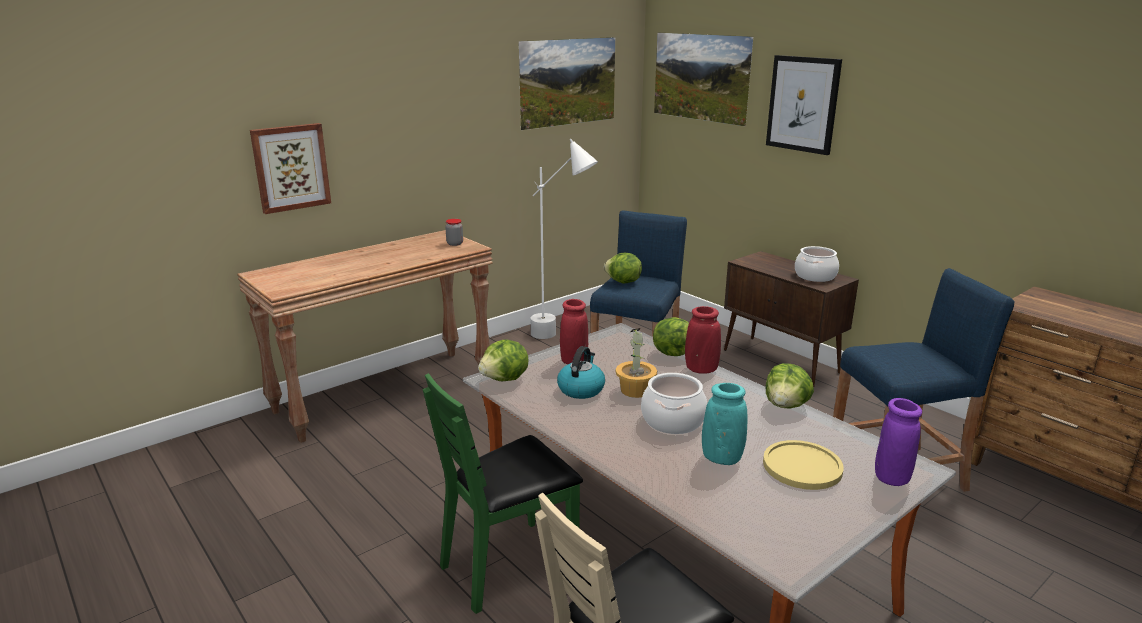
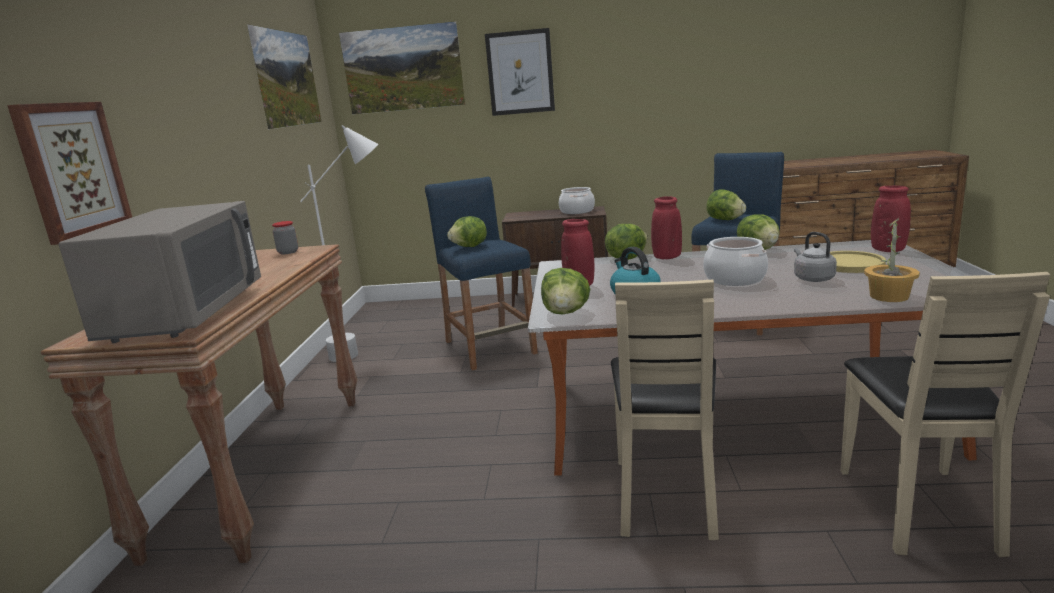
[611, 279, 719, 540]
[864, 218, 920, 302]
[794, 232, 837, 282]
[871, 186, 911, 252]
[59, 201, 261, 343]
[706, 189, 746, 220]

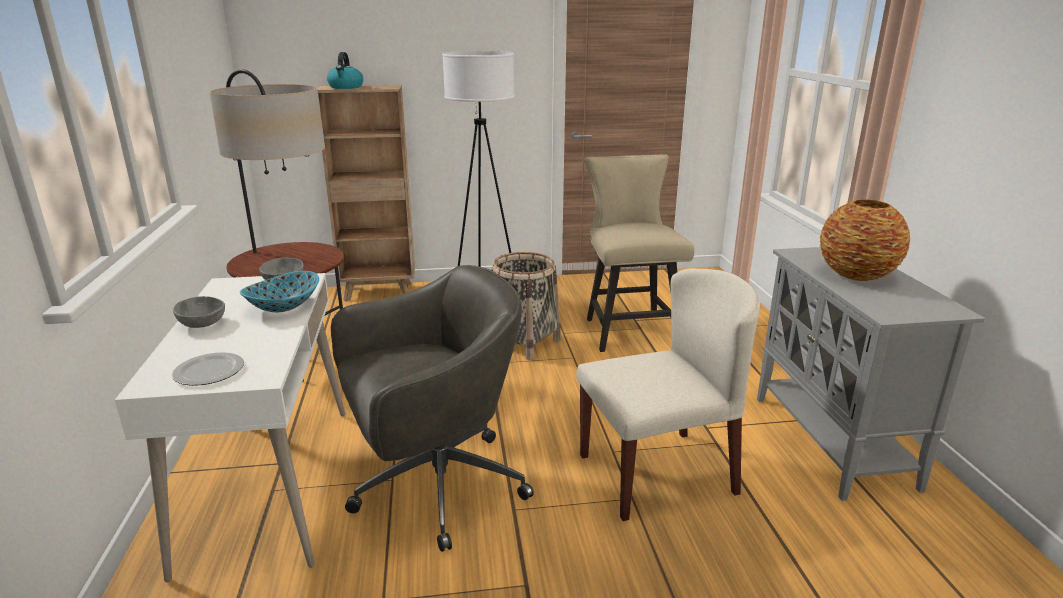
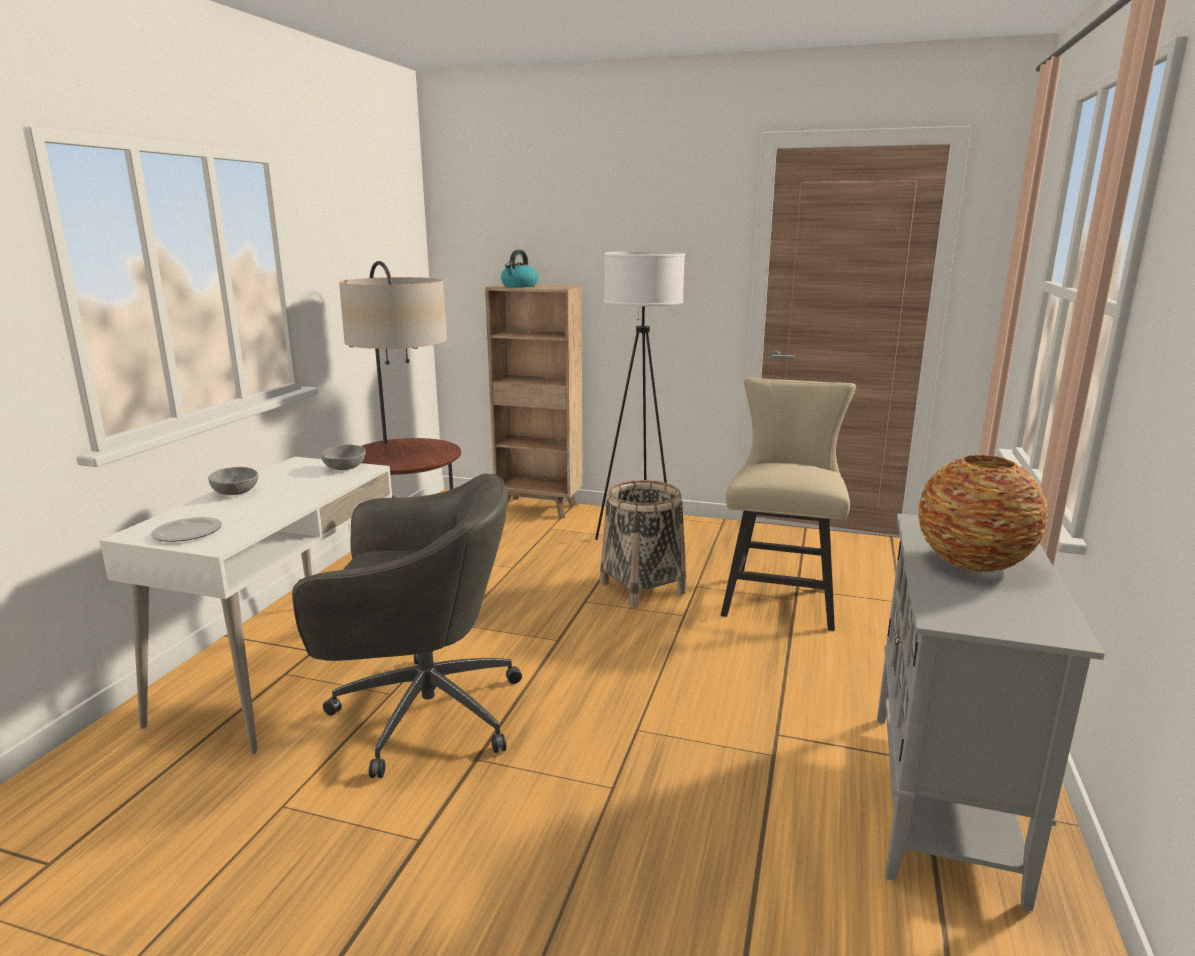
[240, 271, 319, 312] (first image)
[576, 269, 760, 521] (first image)

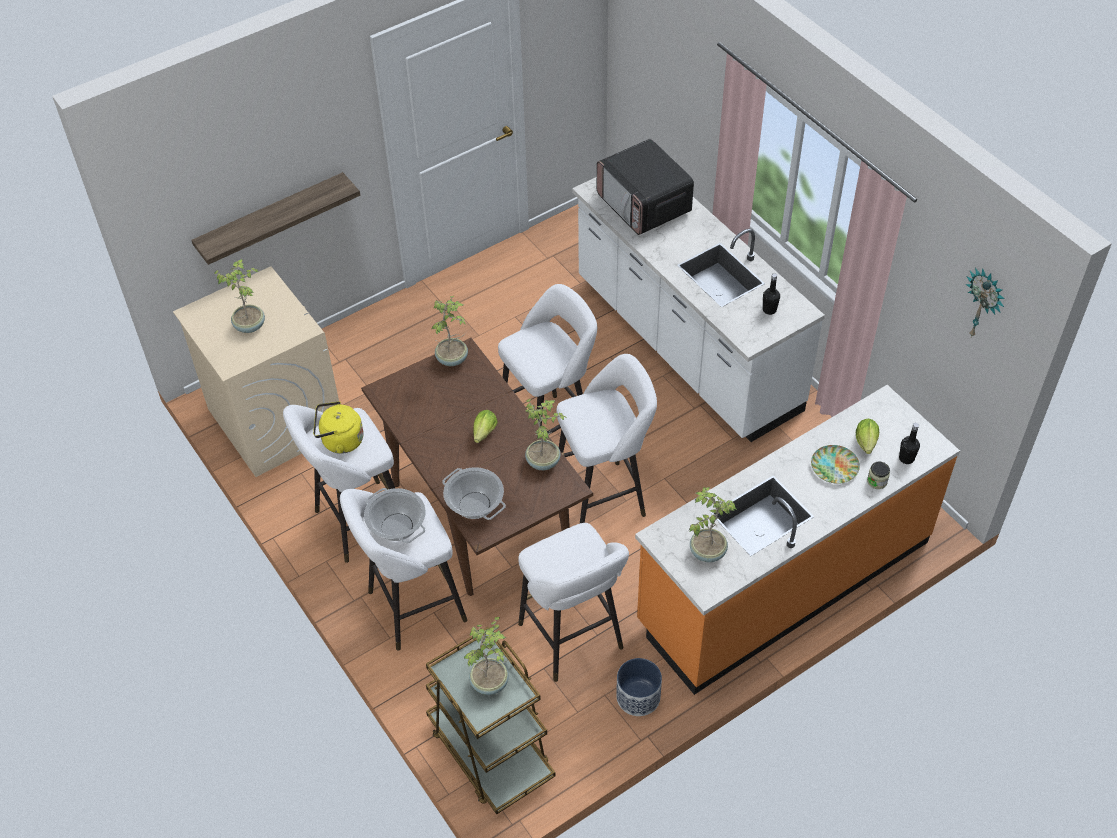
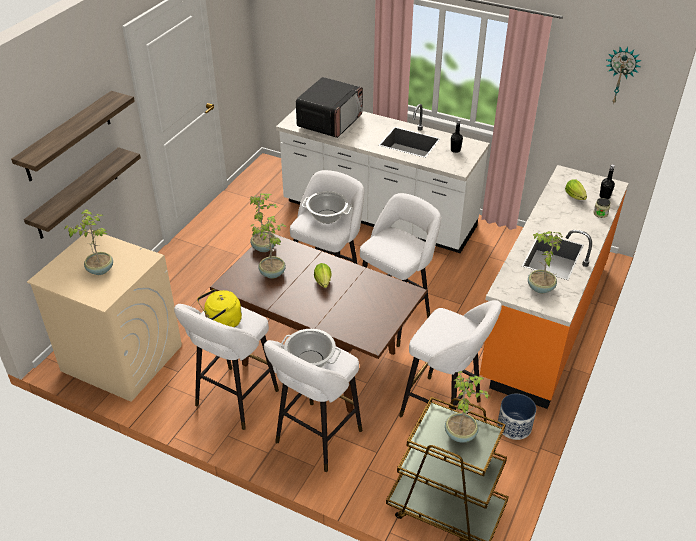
[302, 191, 352, 224]
[250, 216, 286, 279]
[296, 77, 363, 138]
[811, 445, 860, 484] (first image)
[11, 91, 135, 181]

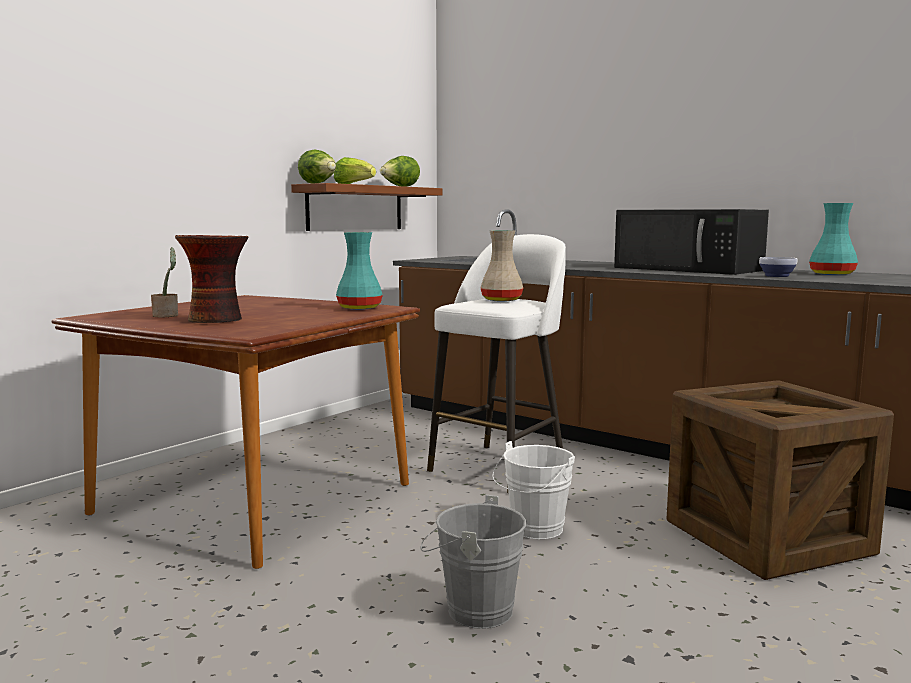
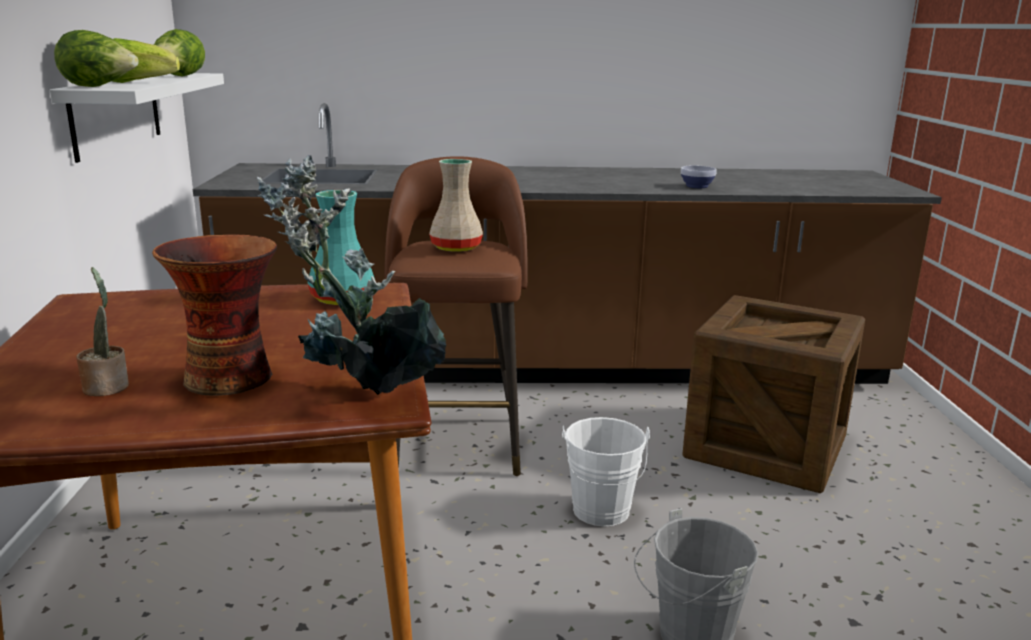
[50, 73, 224, 163]
[385, 156, 528, 476]
[614, 209, 769, 275] (first image)
[809, 203, 858, 275] (first image)
[257, 155, 446, 395]

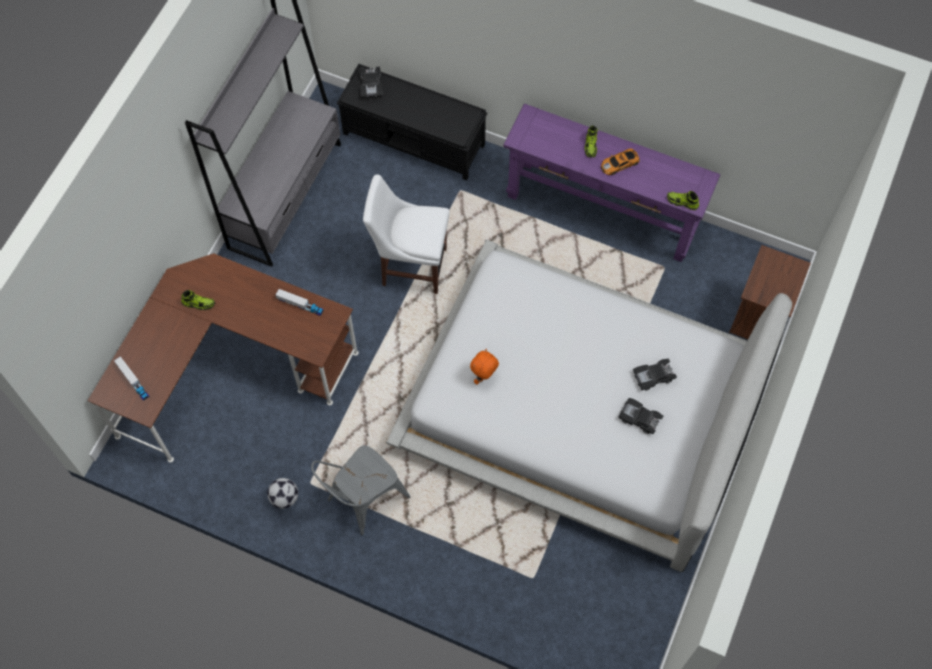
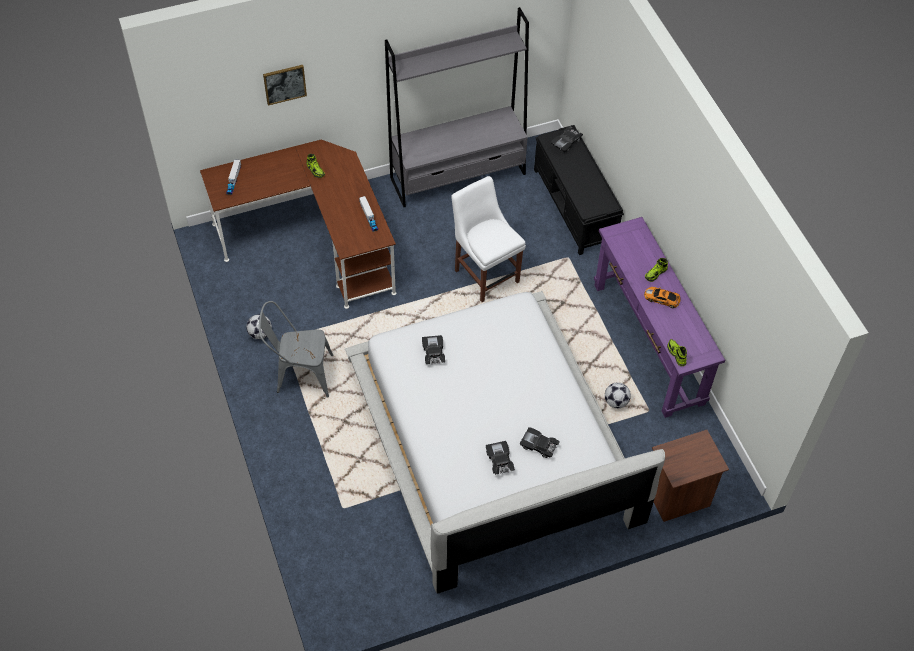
[422, 335, 445, 364]
[263, 65, 307, 106]
[605, 382, 631, 408]

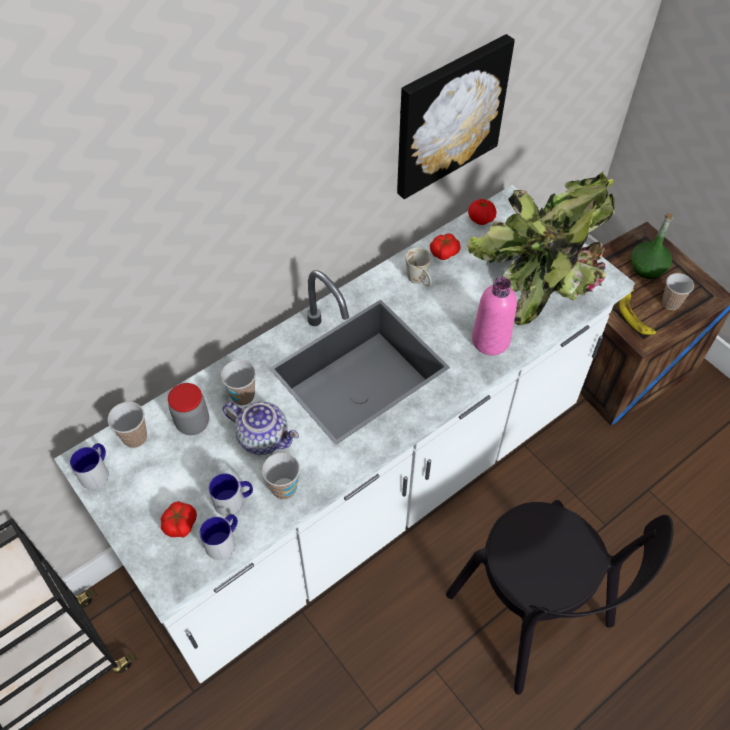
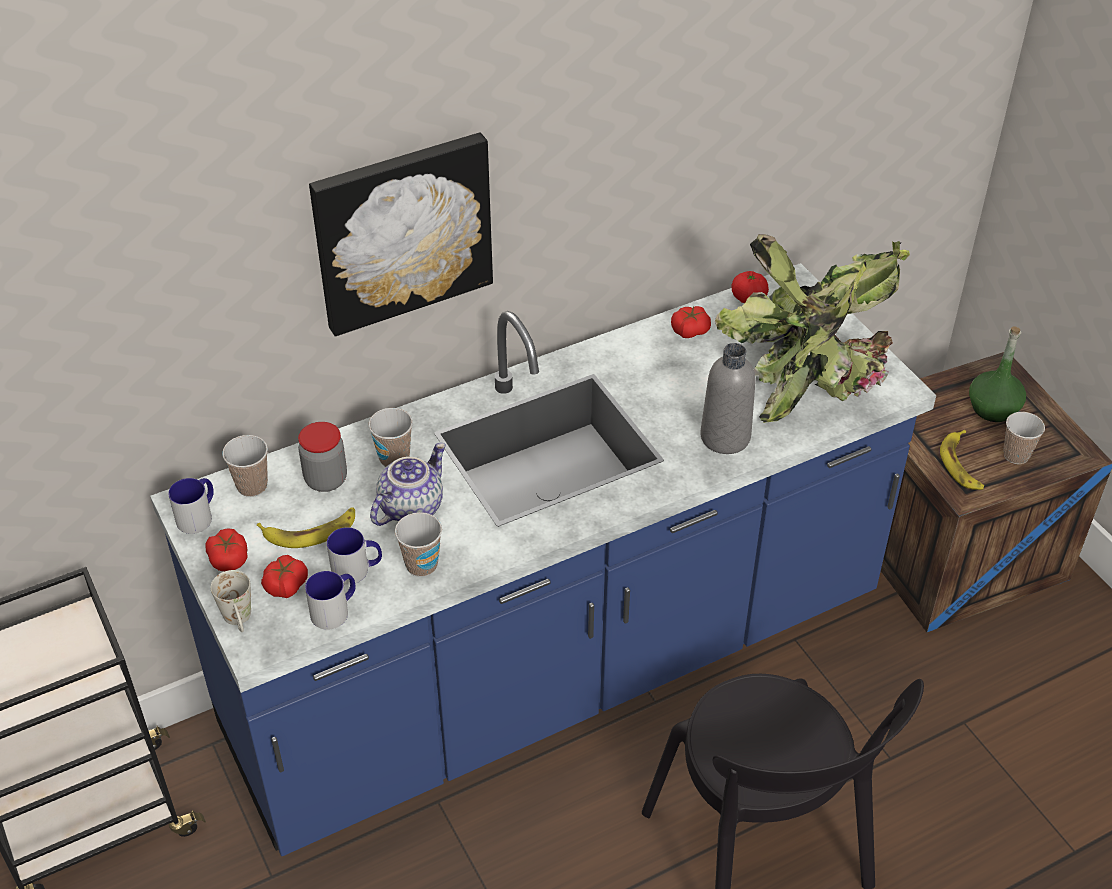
[150, 263, 936, 856]
[370, 443, 446, 526]
[309, 133, 493, 336]
[211, 570, 251, 632]
[700, 343, 755, 454]
[206, 528, 248, 571]
[257, 507, 355, 548]

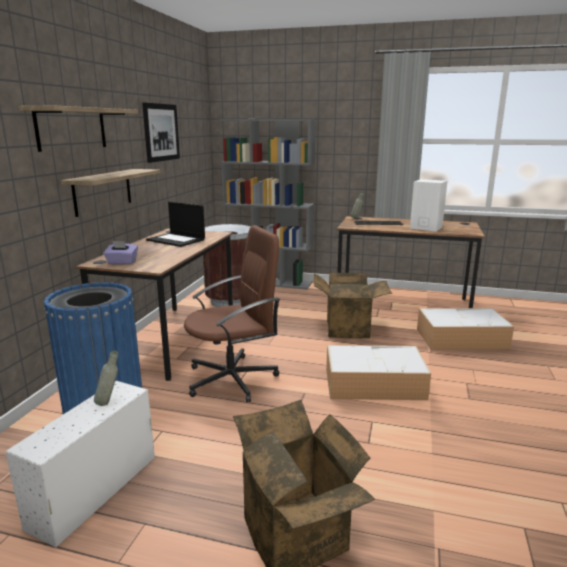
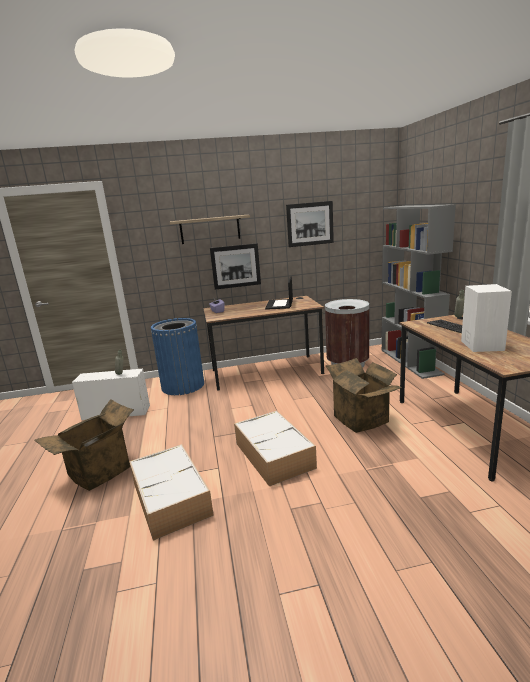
[210, 243, 261, 290]
[184, 225, 280, 402] (first image)
[129, 444, 214, 540]

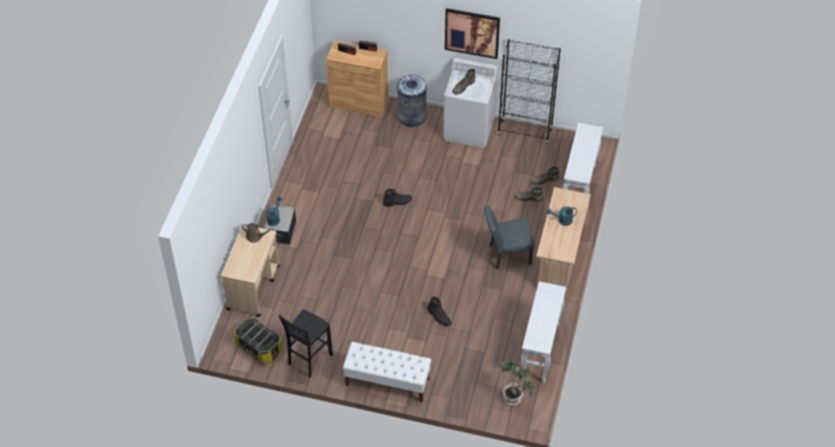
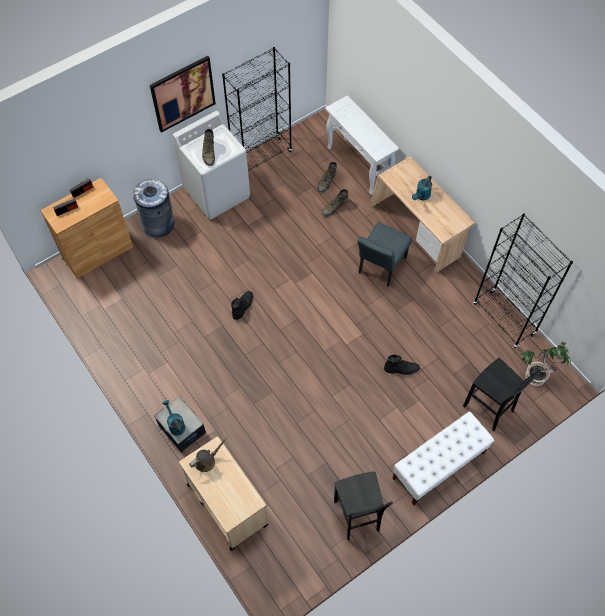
[234, 316, 282, 364] (first image)
[474, 213, 573, 348]
[463, 358, 541, 431]

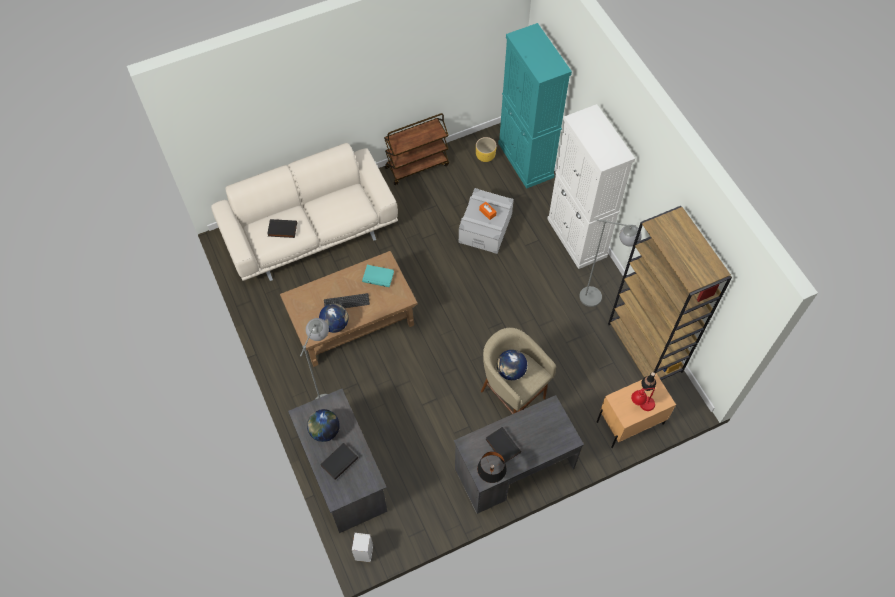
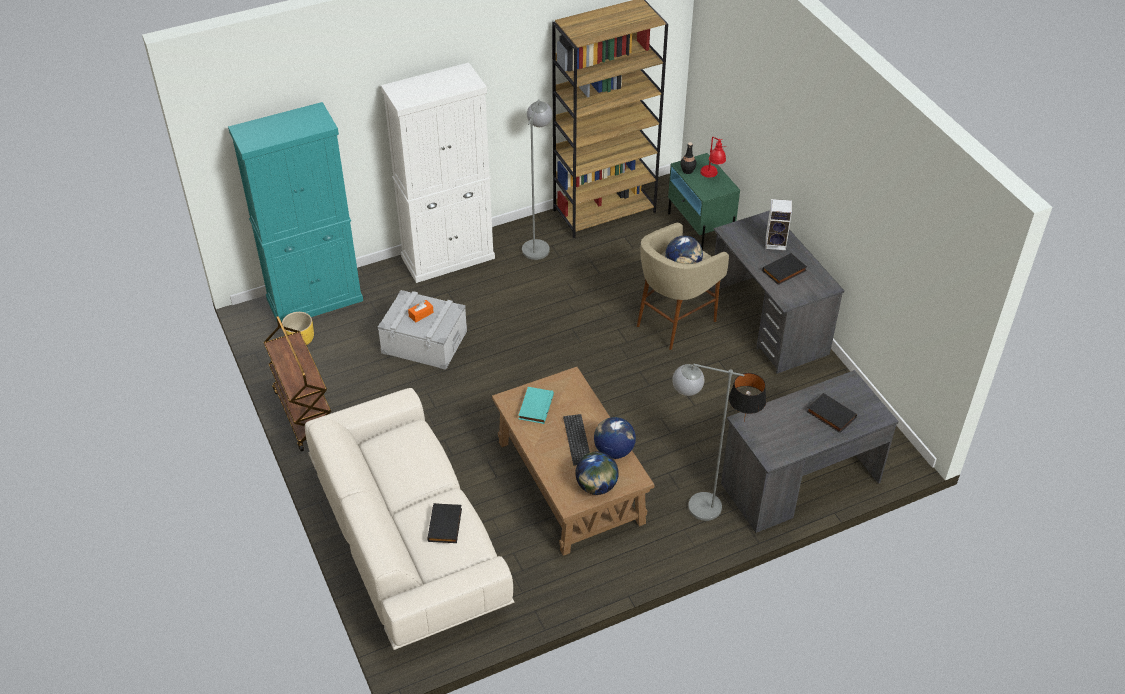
[575, 452, 619, 495]
[766, 199, 792, 250]
[729, 373, 766, 422]
[668, 153, 740, 250]

